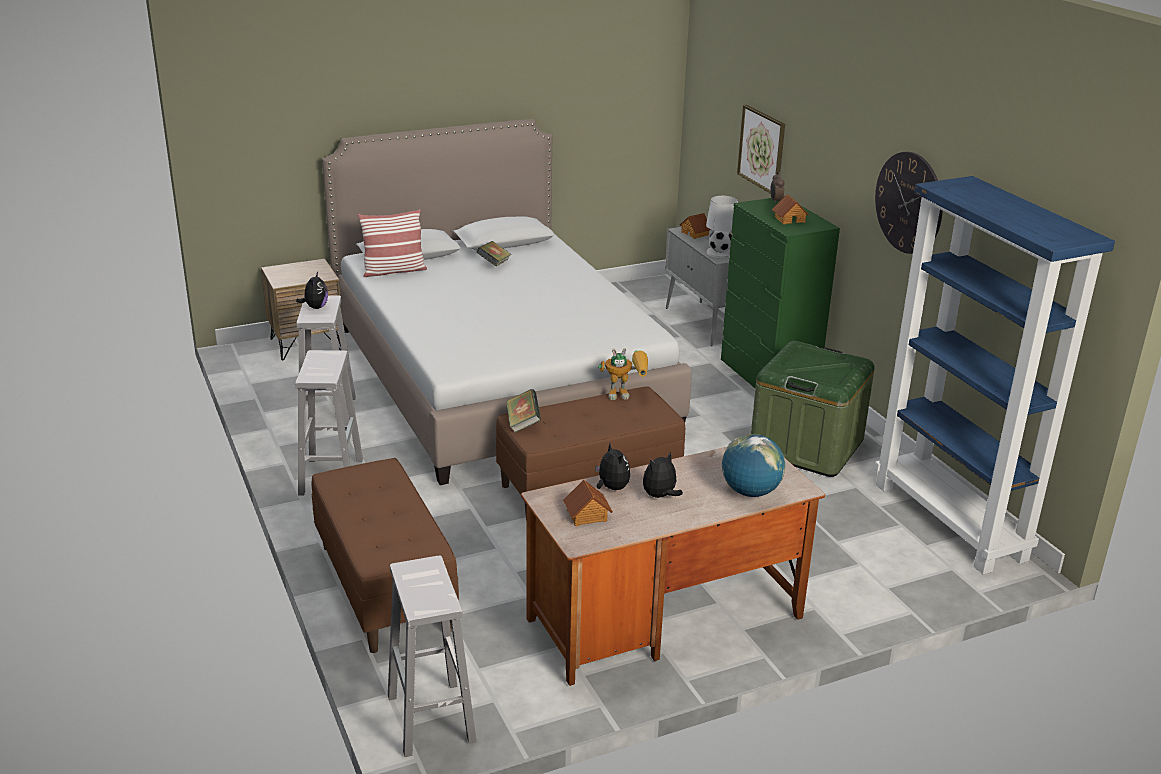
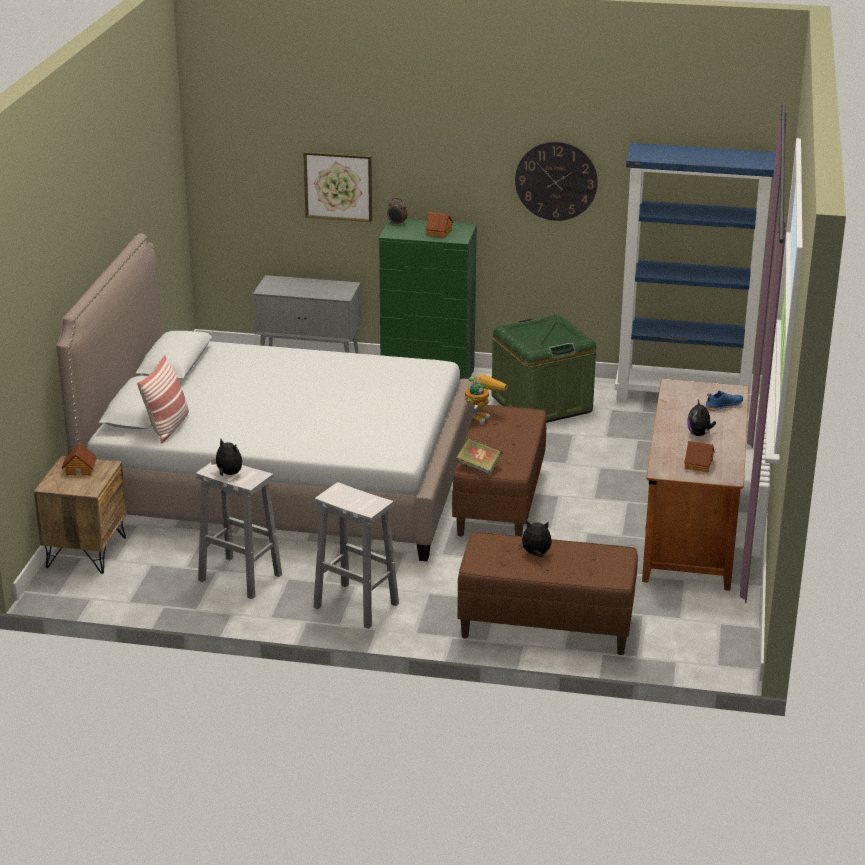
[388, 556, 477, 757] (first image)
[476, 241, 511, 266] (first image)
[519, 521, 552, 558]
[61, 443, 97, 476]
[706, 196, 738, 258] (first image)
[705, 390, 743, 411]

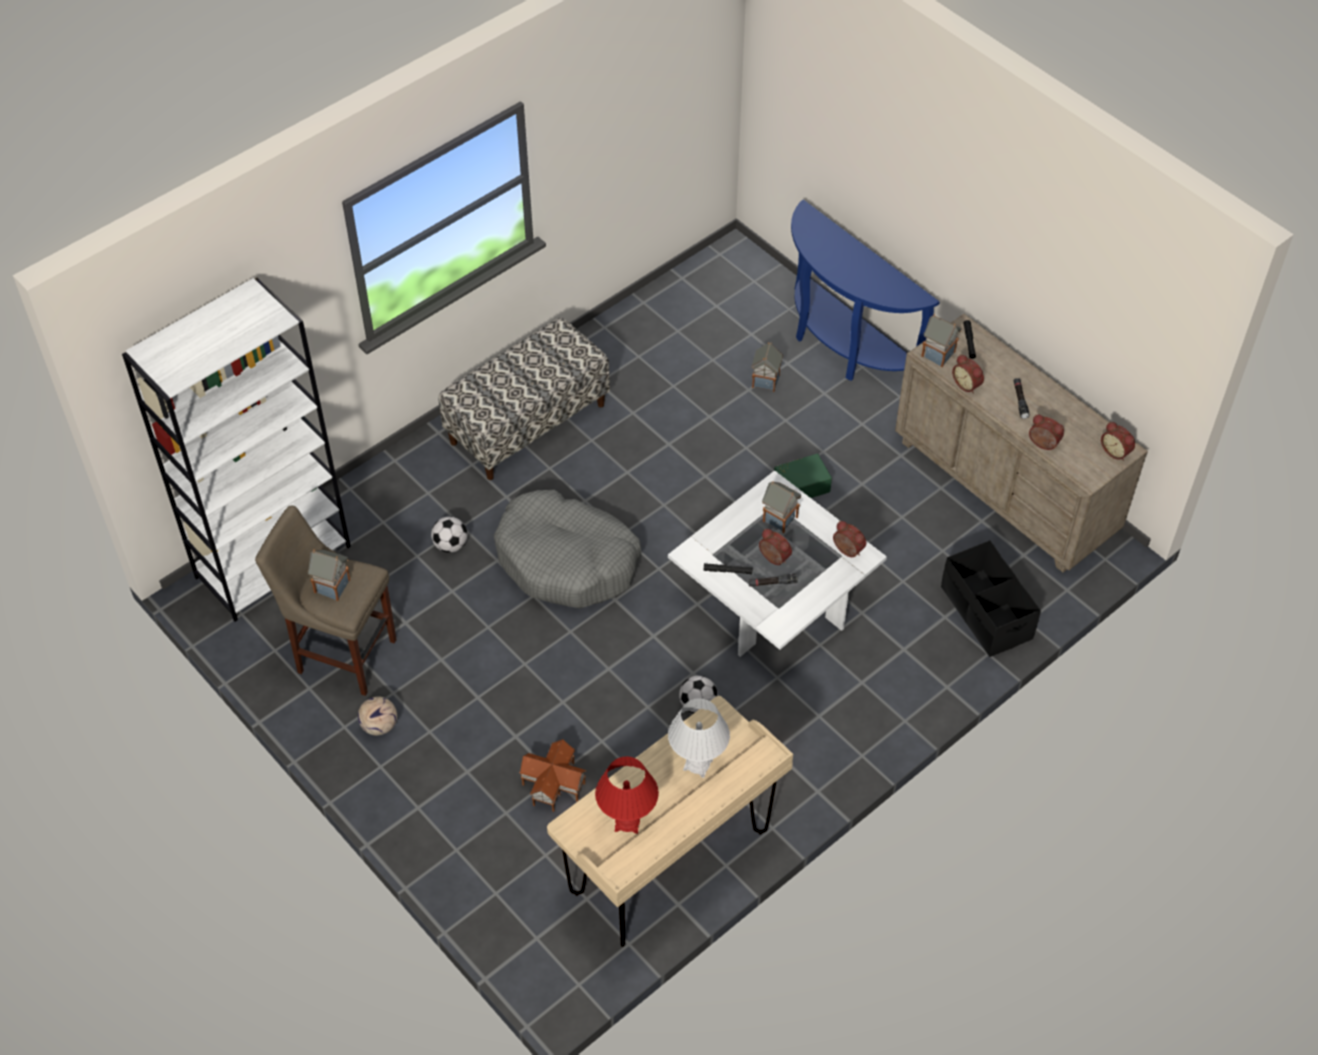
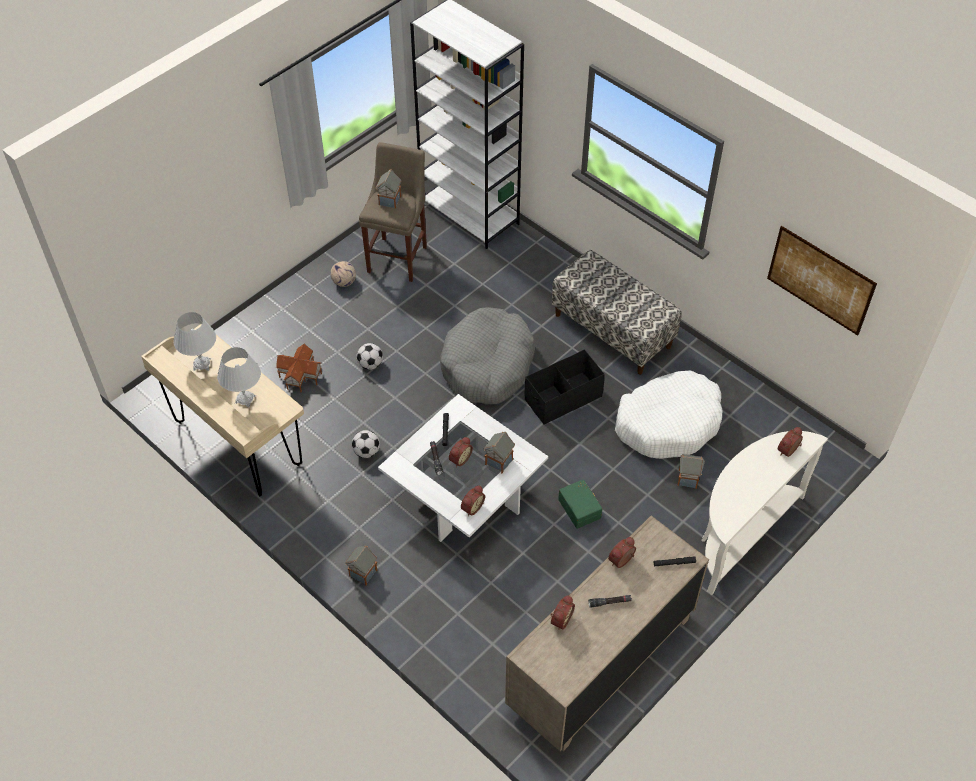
[356, 343, 383, 370]
[173, 312, 216, 371]
[701, 431, 828, 595]
[345, 546, 377, 585]
[525, 349, 605, 425]
[778, 427, 803, 457]
[615, 371, 722, 459]
[767, 226, 877, 336]

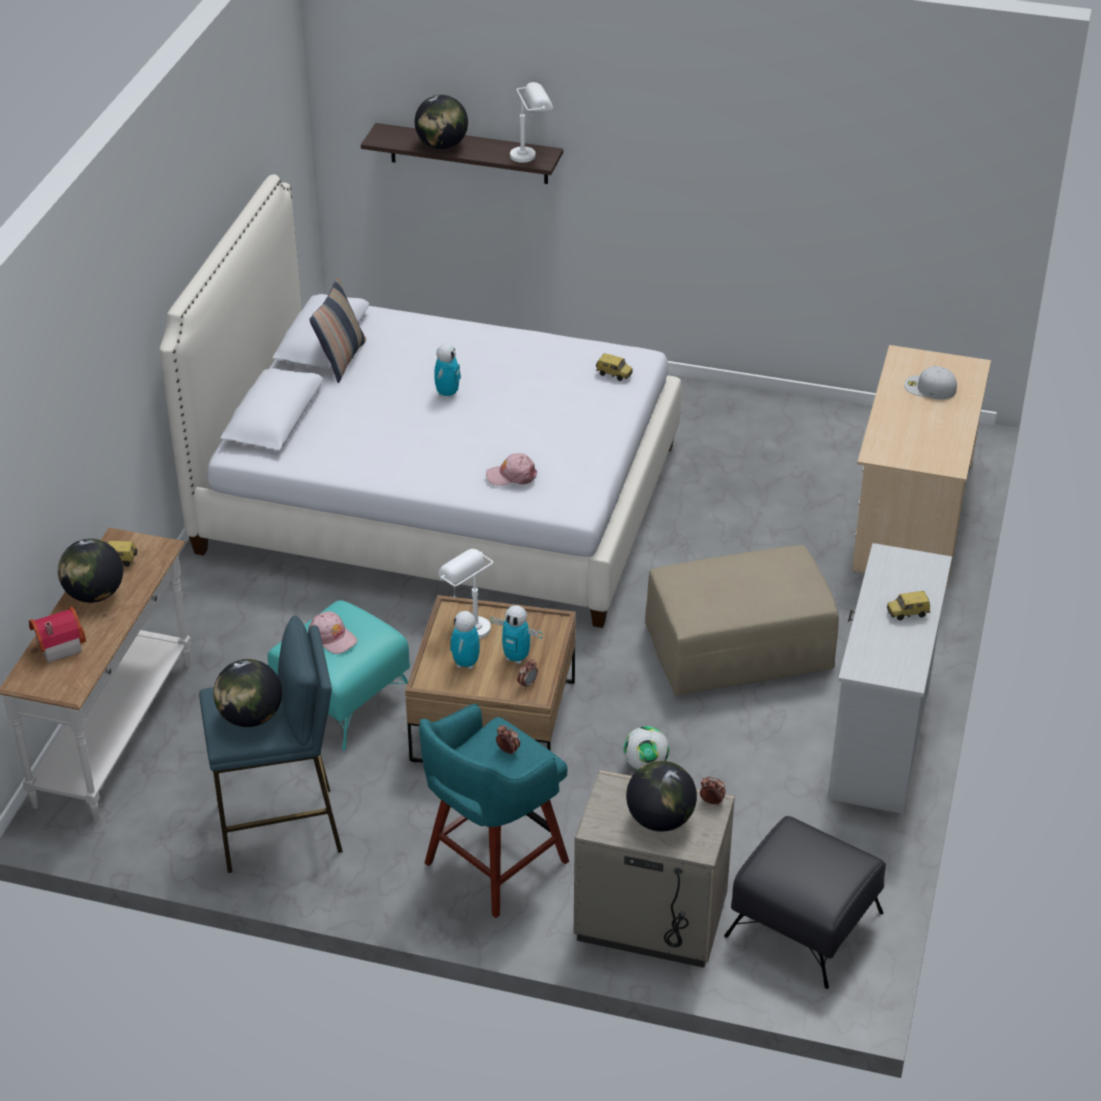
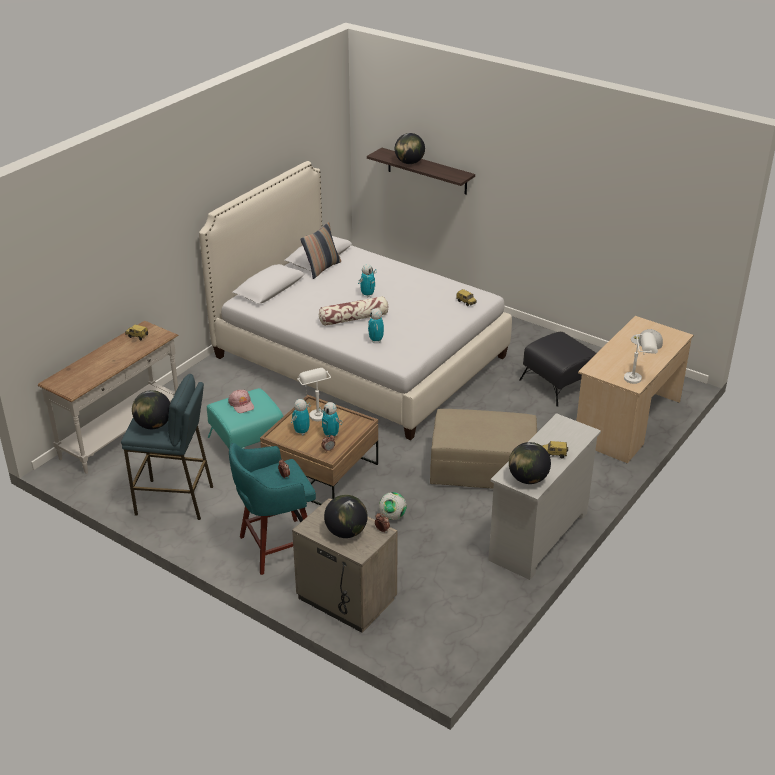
[29, 607, 86, 663] (first image)
[509, 442, 551, 484]
[368, 308, 384, 343]
[624, 332, 658, 384]
[519, 332, 596, 407]
[319, 296, 388, 326]

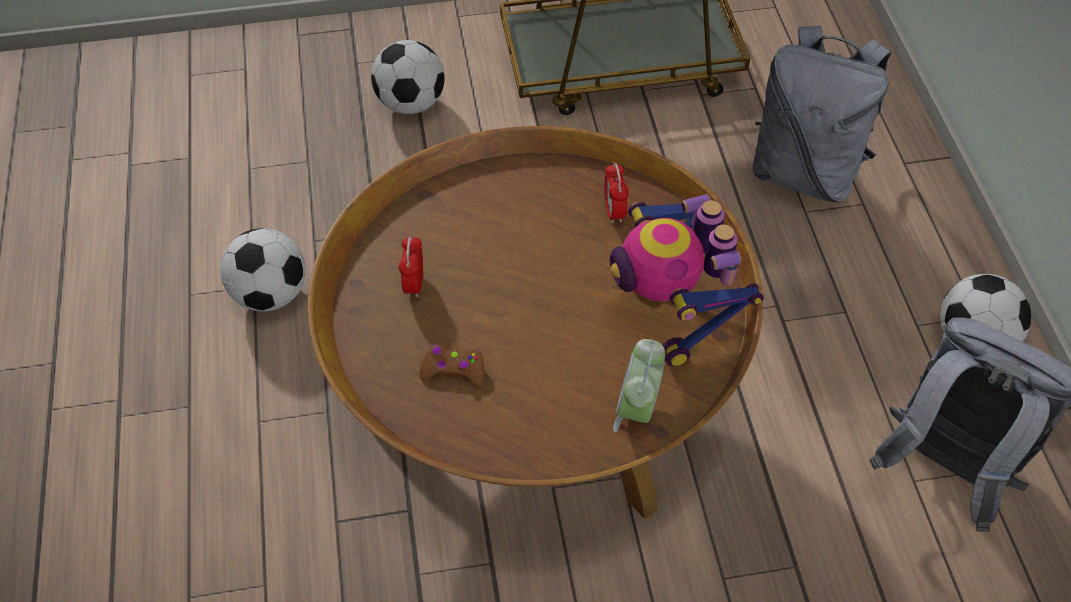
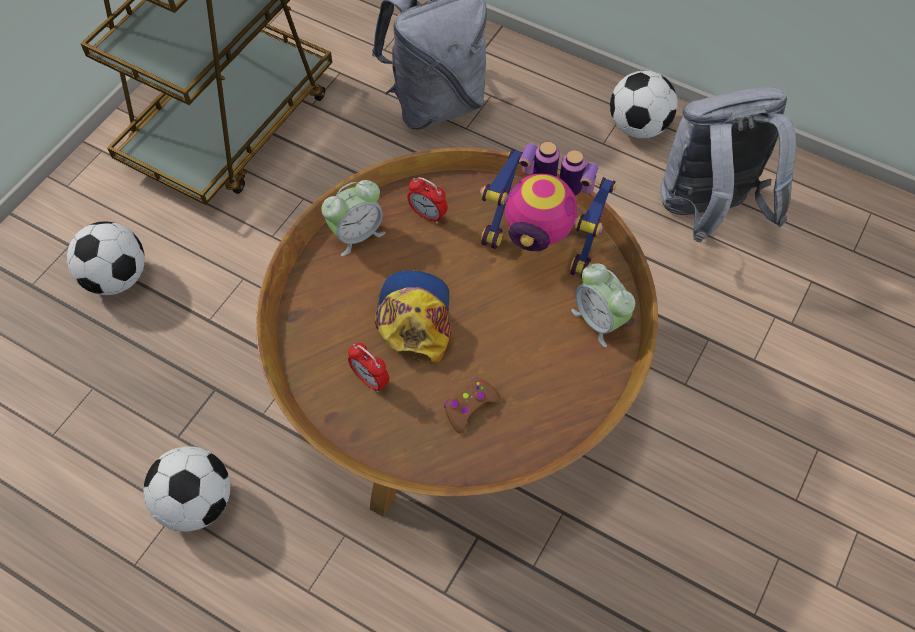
[321, 180, 386, 256]
[375, 270, 451, 364]

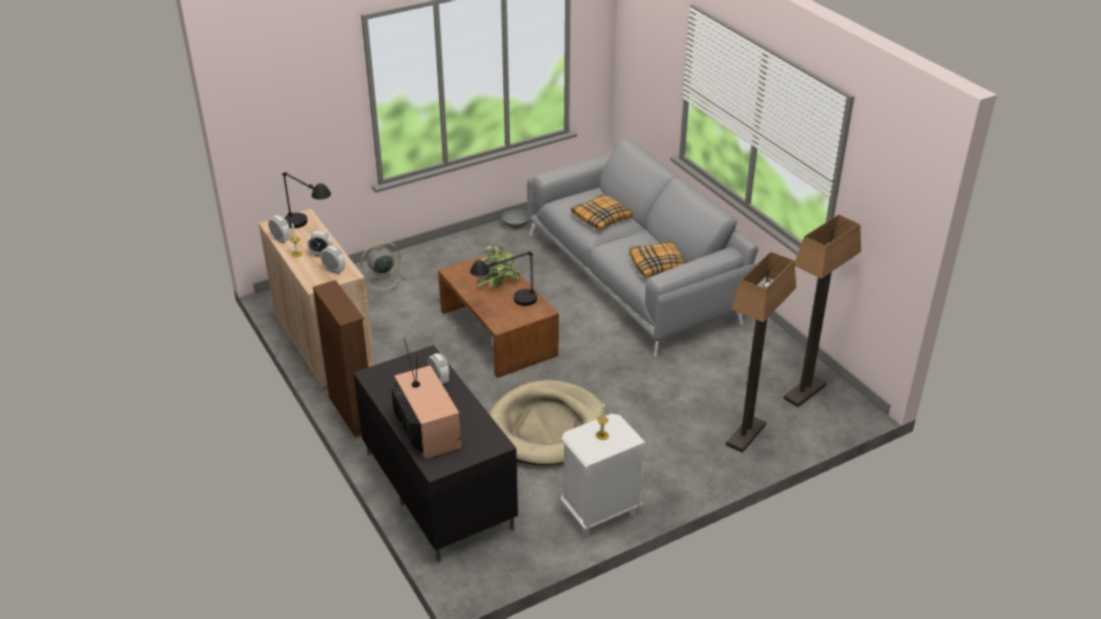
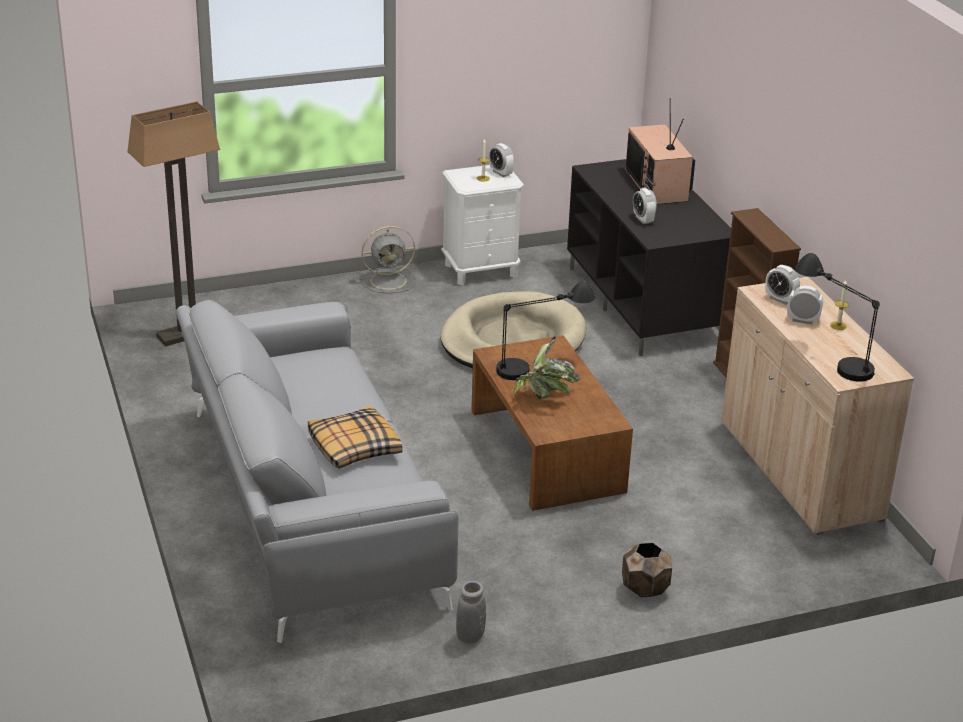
[489, 143, 514, 177]
[359, 226, 416, 294]
[456, 581, 486, 644]
[629, 241, 686, 278] (first image)
[726, 252, 796, 453] (first image)
[622, 543, 672, 597]

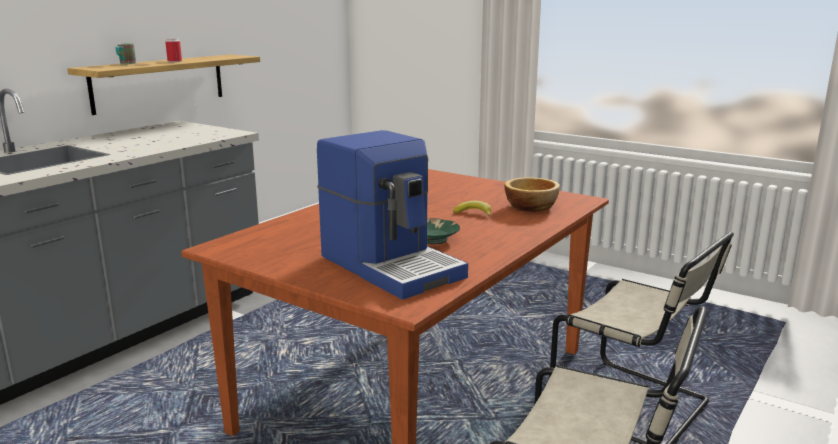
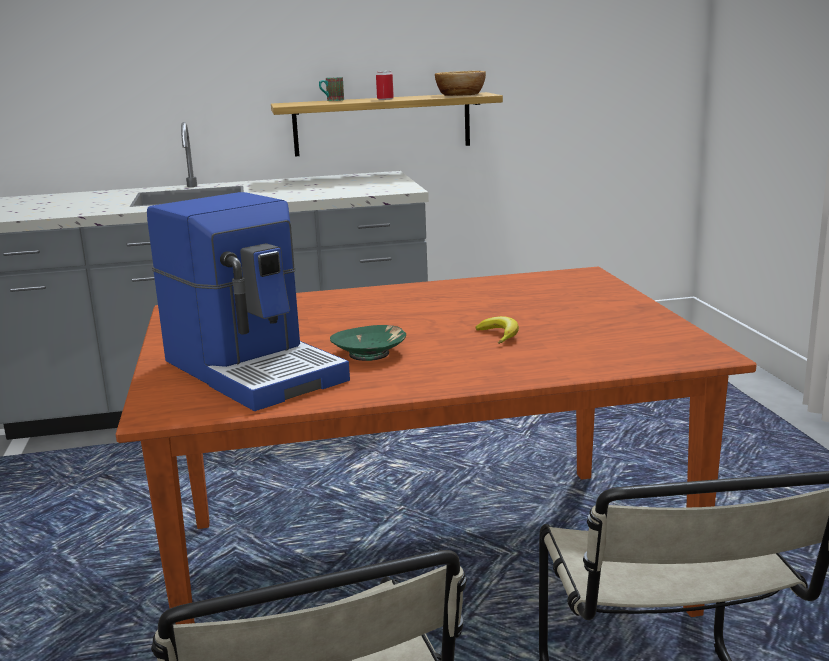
[147, 192, 350, 411]
[435, 71, 486, 96]

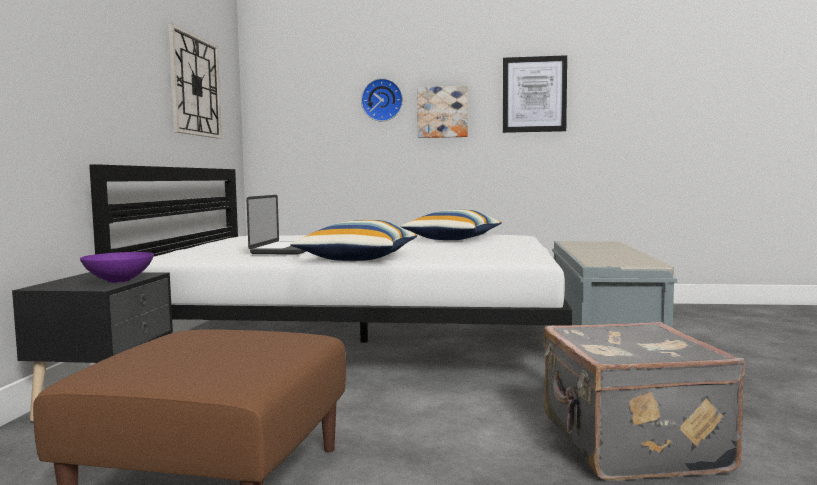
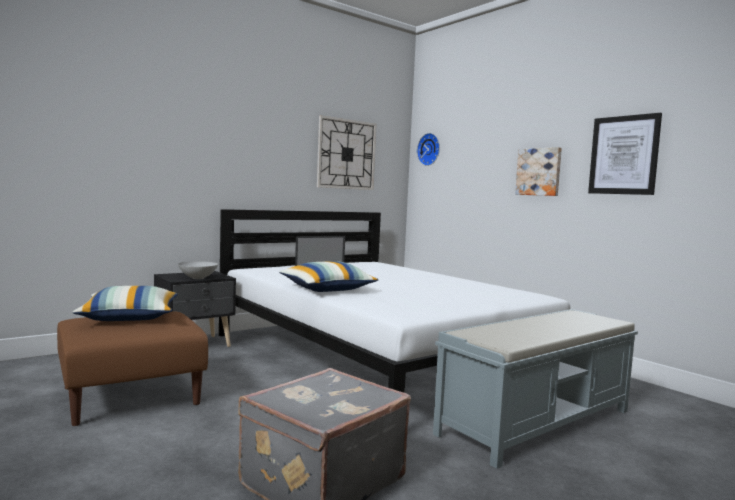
[178, 261, 218, 279]
[417, 133, 440, 166]
[72, 286, 178, 321]

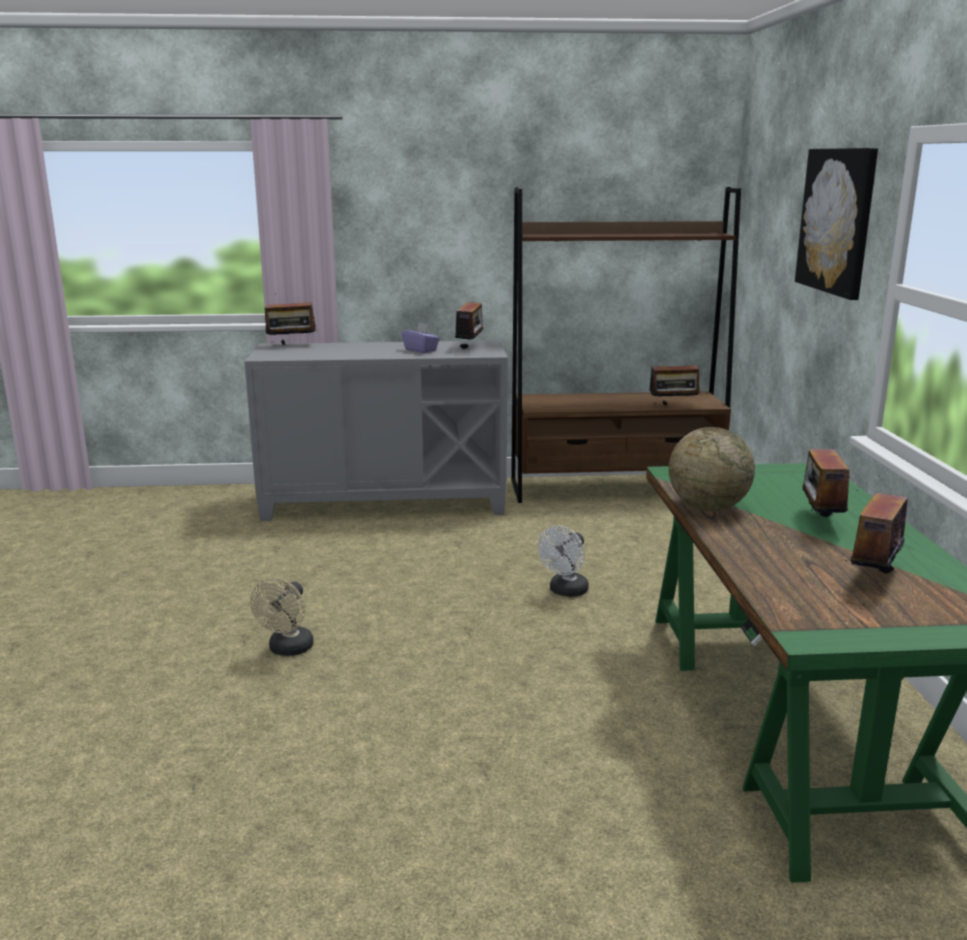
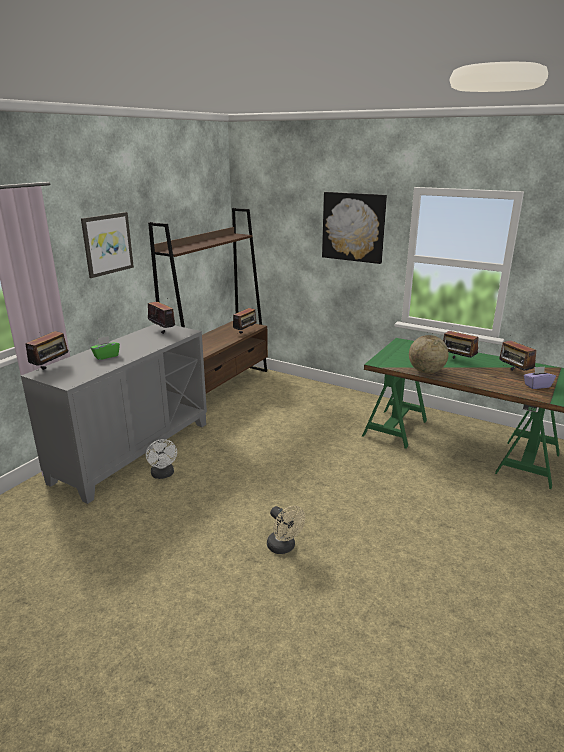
[524, 366, 556, 389]
[146, 439, 177, 479]
[81, 212, 134, 278]
[90, 336, 120, 360]

